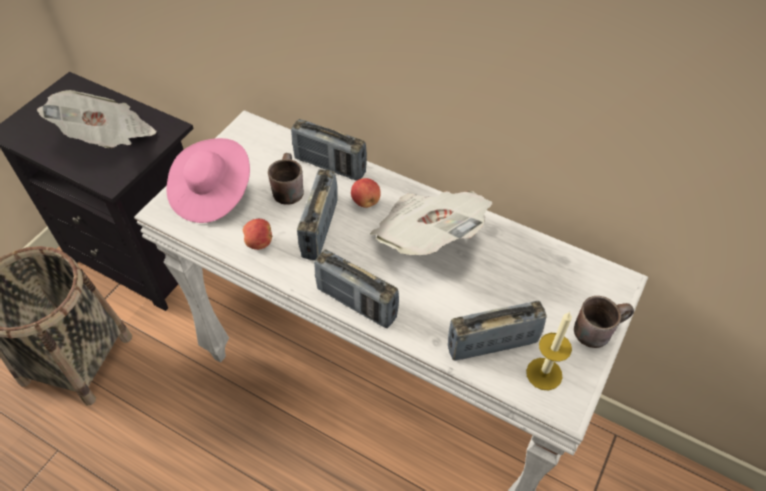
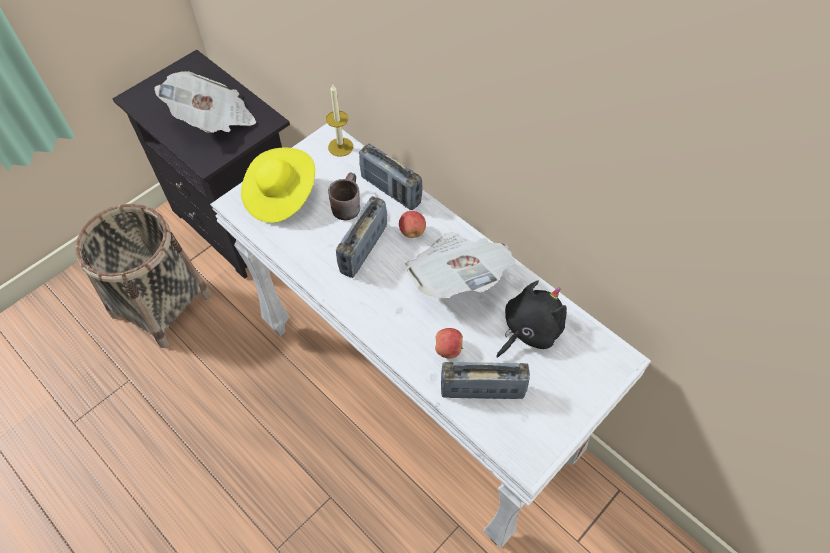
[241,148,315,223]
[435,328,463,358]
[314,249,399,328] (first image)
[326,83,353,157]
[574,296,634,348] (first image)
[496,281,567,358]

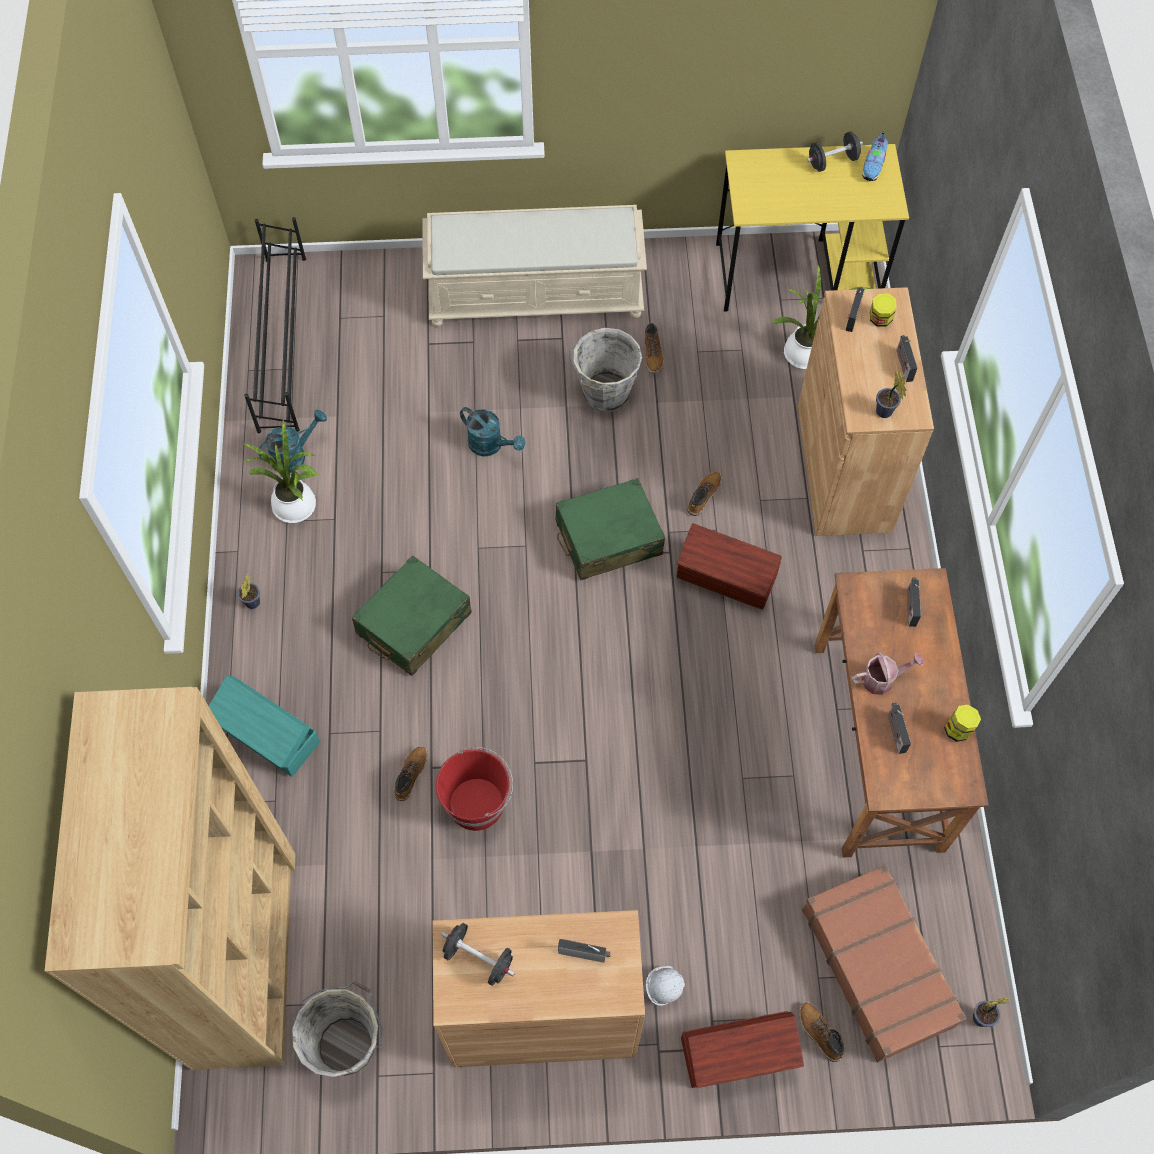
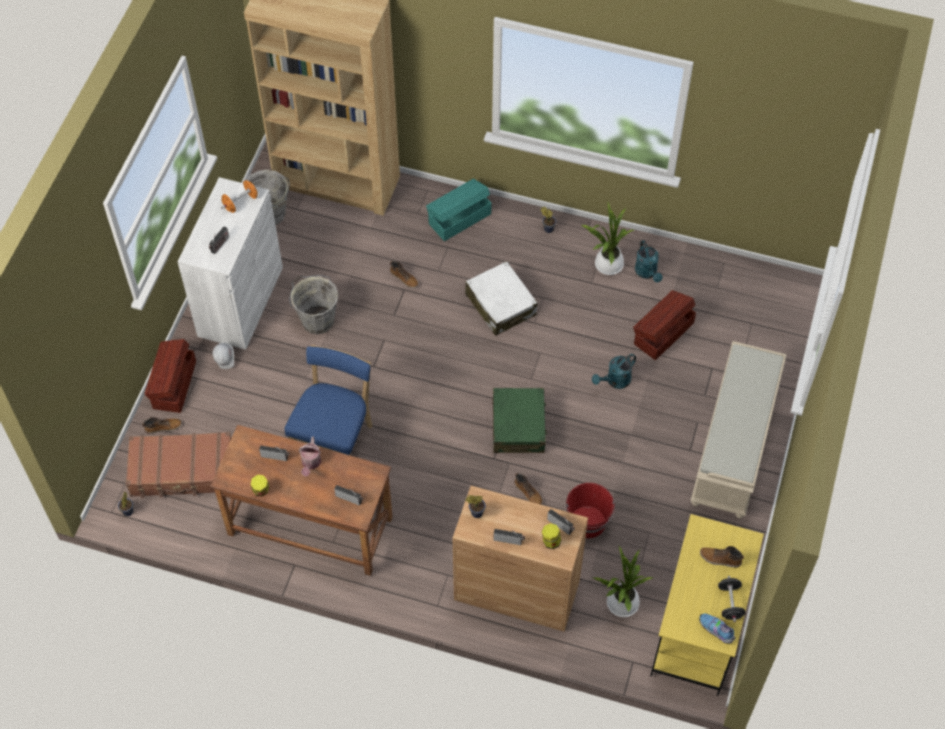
[244,217,306,433] (first image)
[465,261,538,336]
[177,177,283,350]
[566,483,615,538]
[221,180,258,213]
[289,275,339,334]
[700,546,744,568]
[633,290,696,360]
[285,345,372,456]

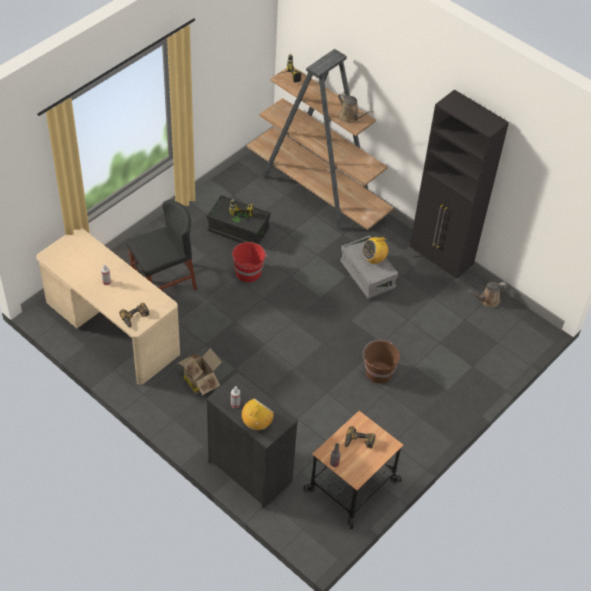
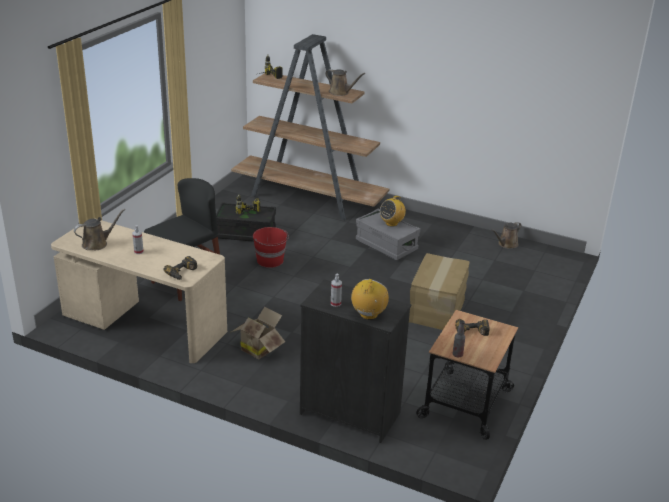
[409,253,470,330]
[410,89,509,285] (first image)
[74,209,125,250]

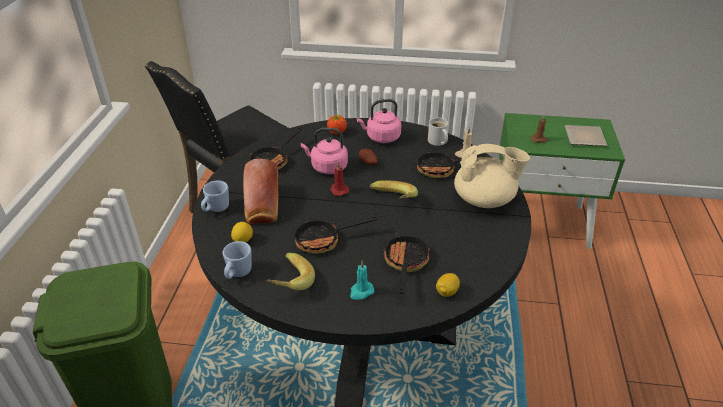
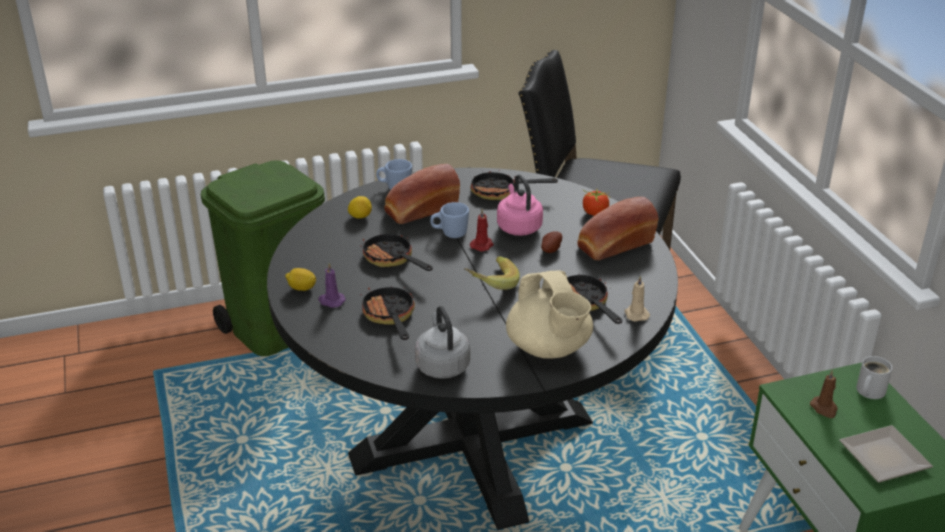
[430,202,469,238]
[267,253,315,290] (first image)
[318,263,346,308]
[577,197,658,260]
[360,286,415,340]
[856,356,893,399]
[285,268,316,291]
[415,306,470,379]

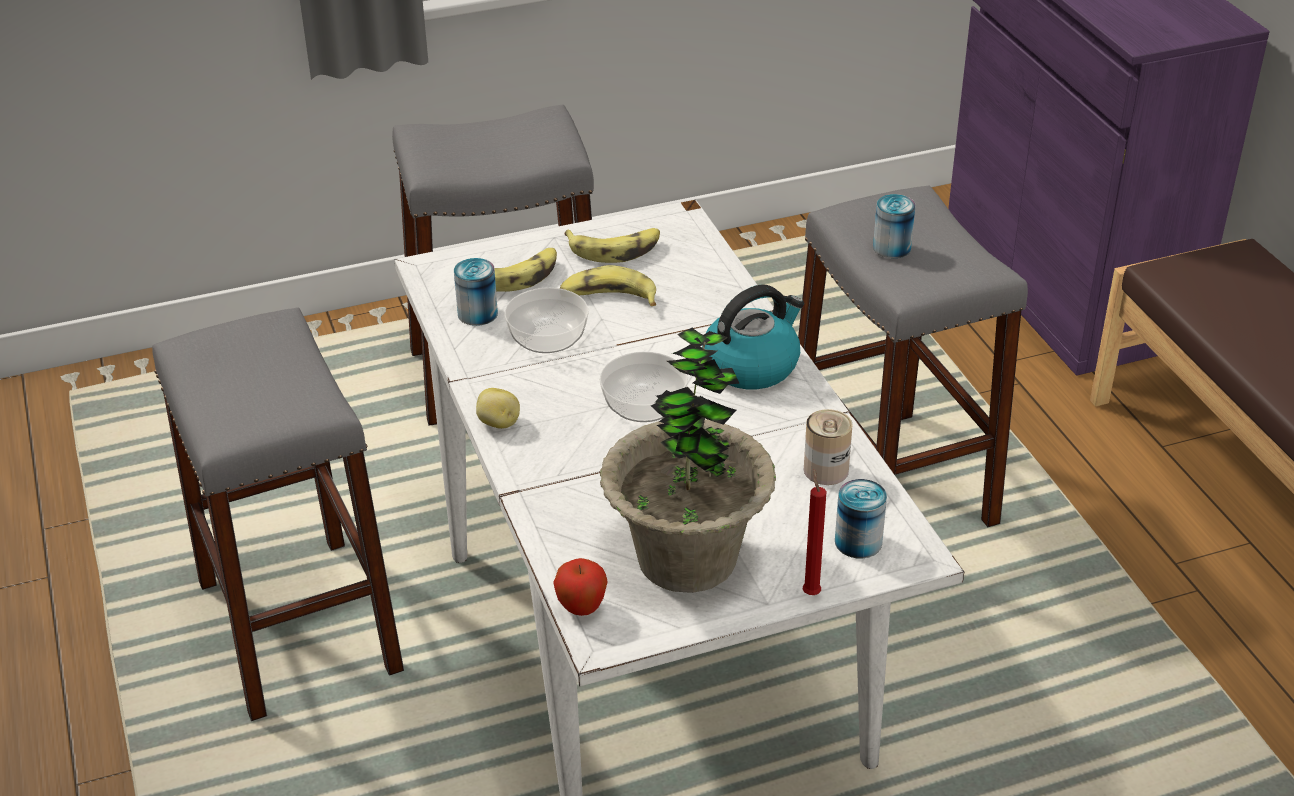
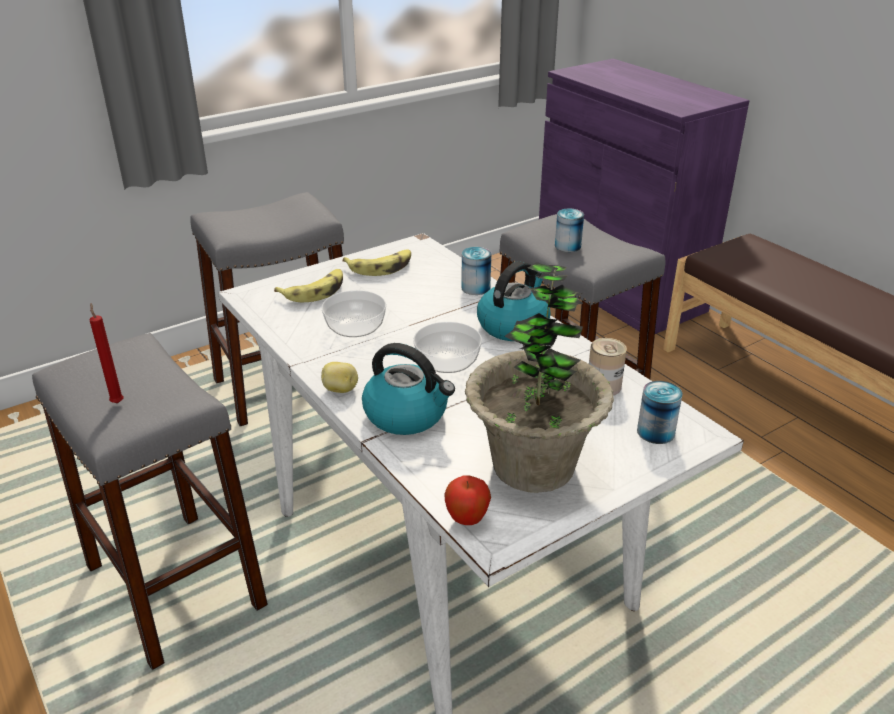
[461,247,491,295]
[560,265,656,306] (first image)
[90,303,124,403]
[362,343,455,435]

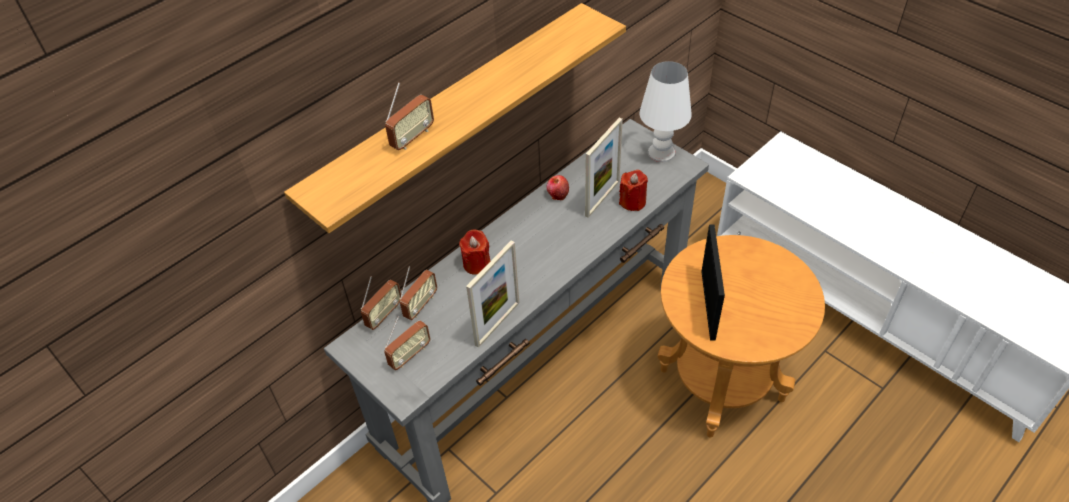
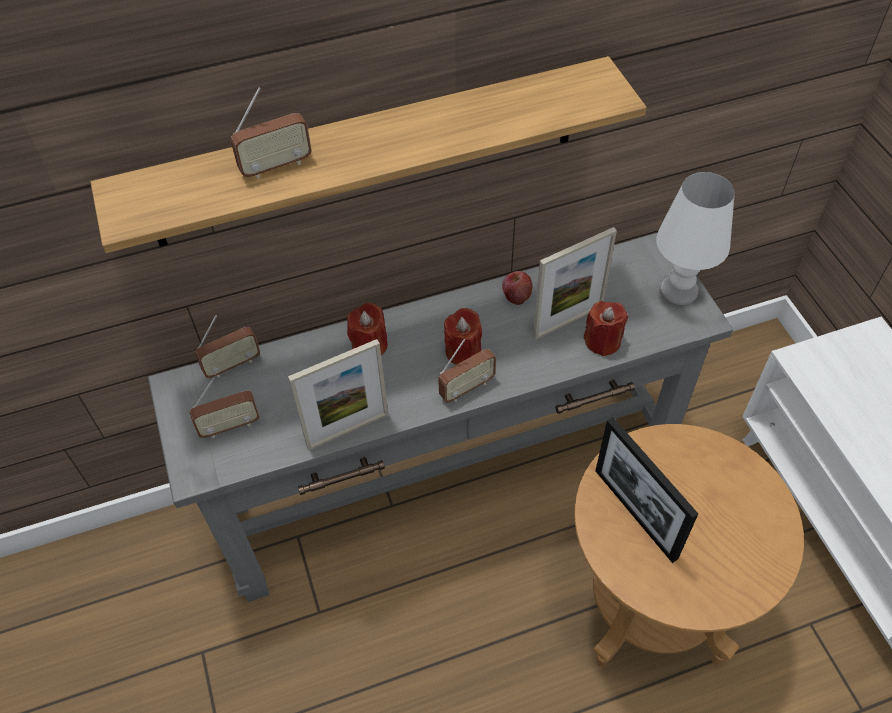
[438,339,496,403]
[595,417,698,563]
[444,308,482,365]

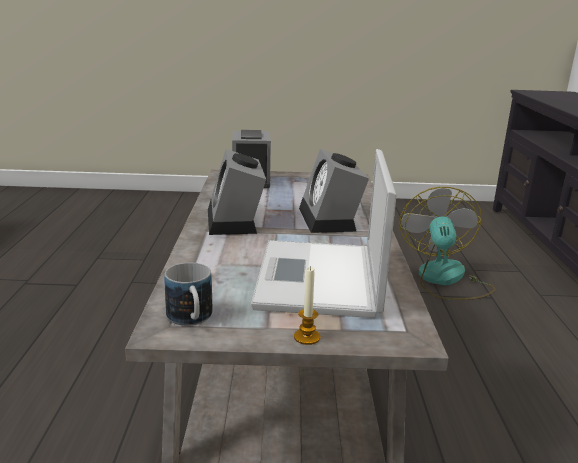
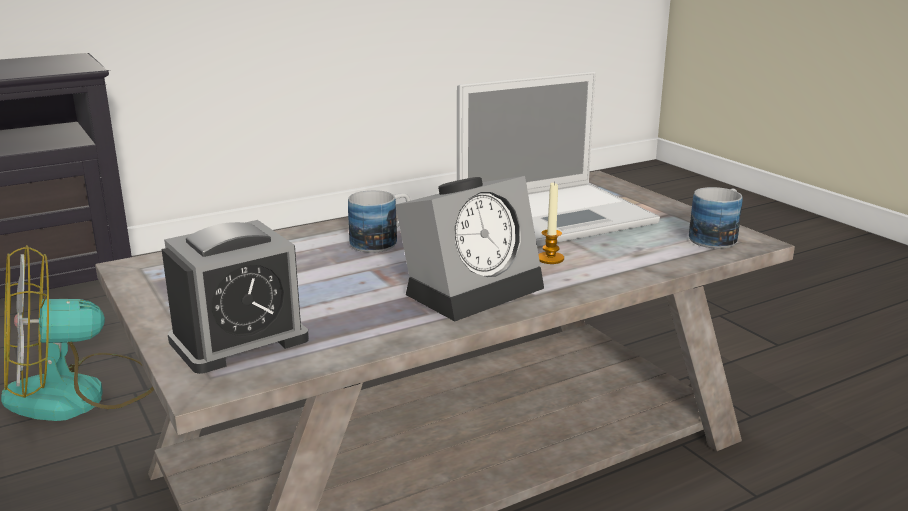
[538,183,564,264]
[348,190,410,253]

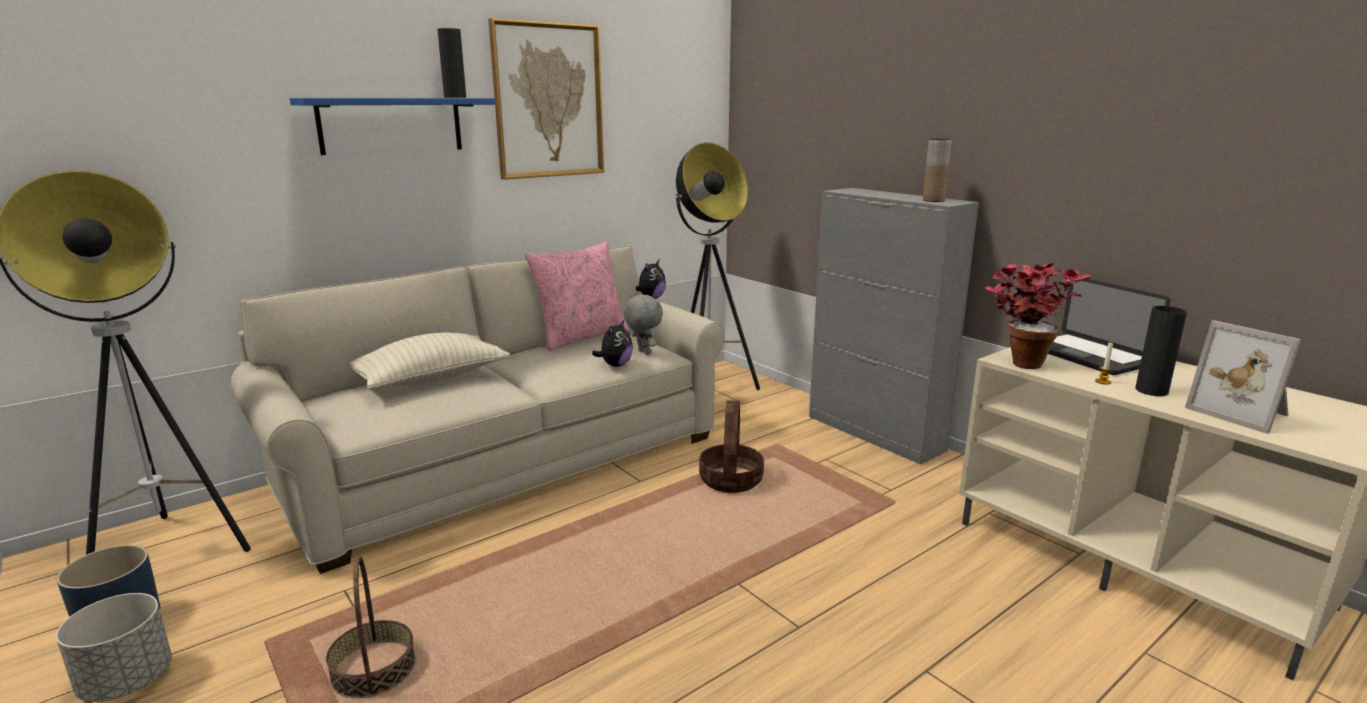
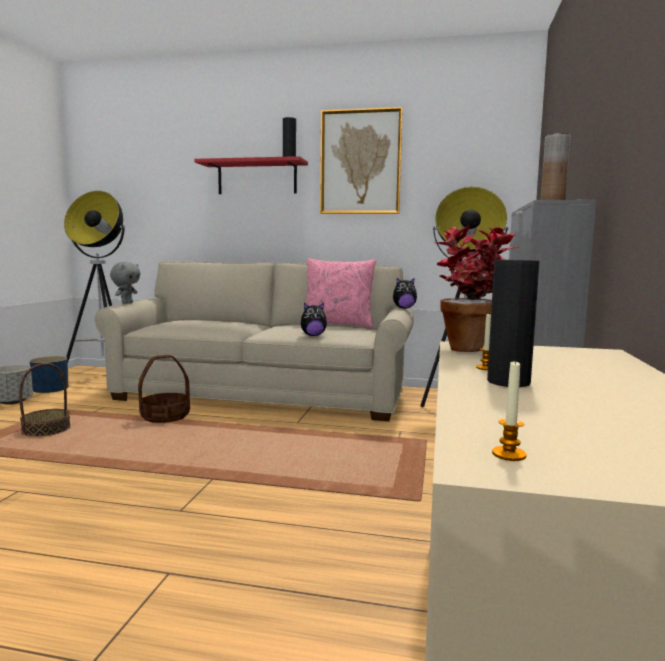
[194,156,308,194]
[349,332,511,389] (first image)
[110,262,140,304]
[138,355,190,423]
[1048,279,1171,375] (first image)
[1185,320,1301,434] (first image)
[492,359,527,461]

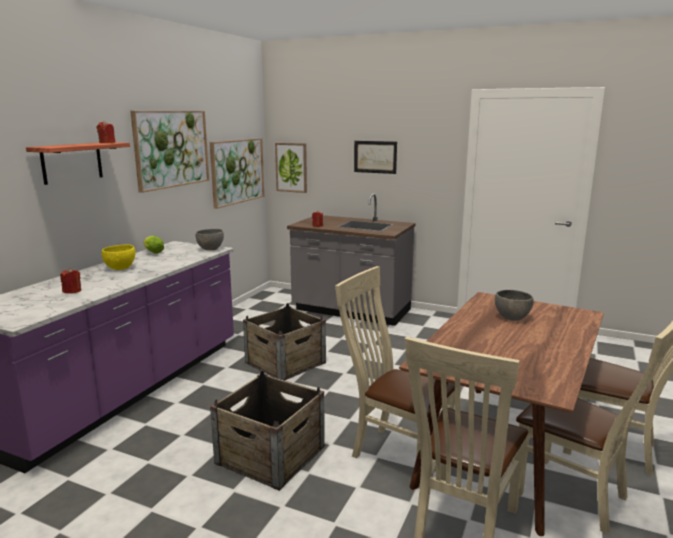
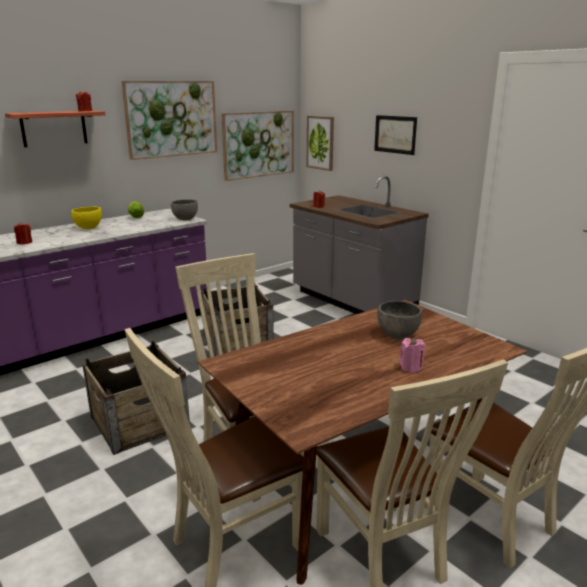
[399,337,426,373]

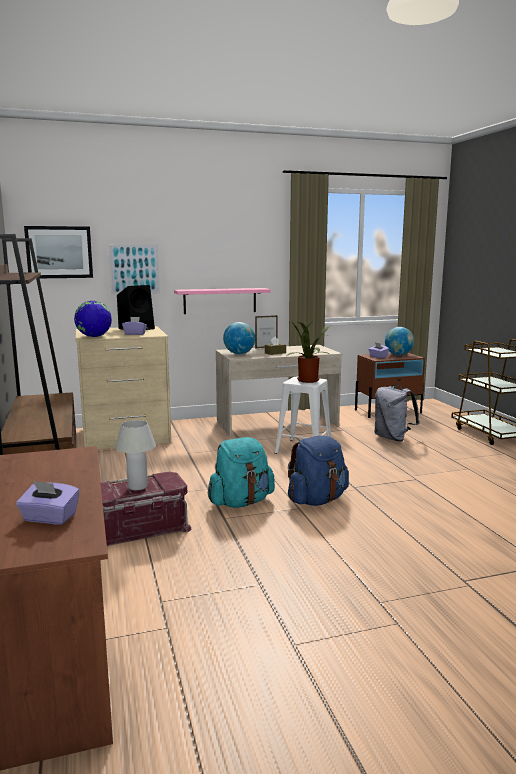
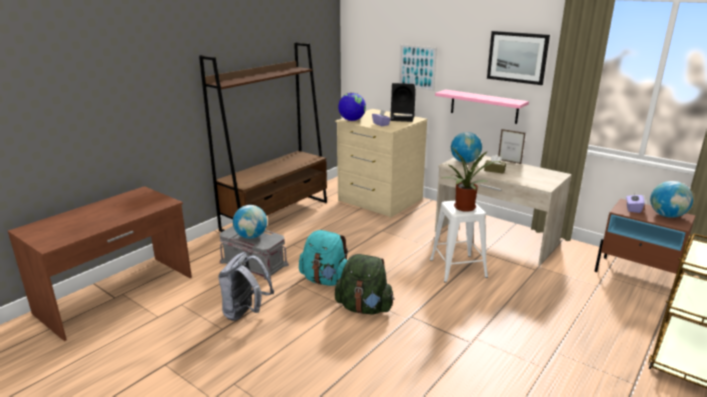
[16,481,80,525] (first image)
[487,31,550,85]
[220,226,289,280]
[233,205,267,239]
[335,254,395,315]
[218,252,274,321]

